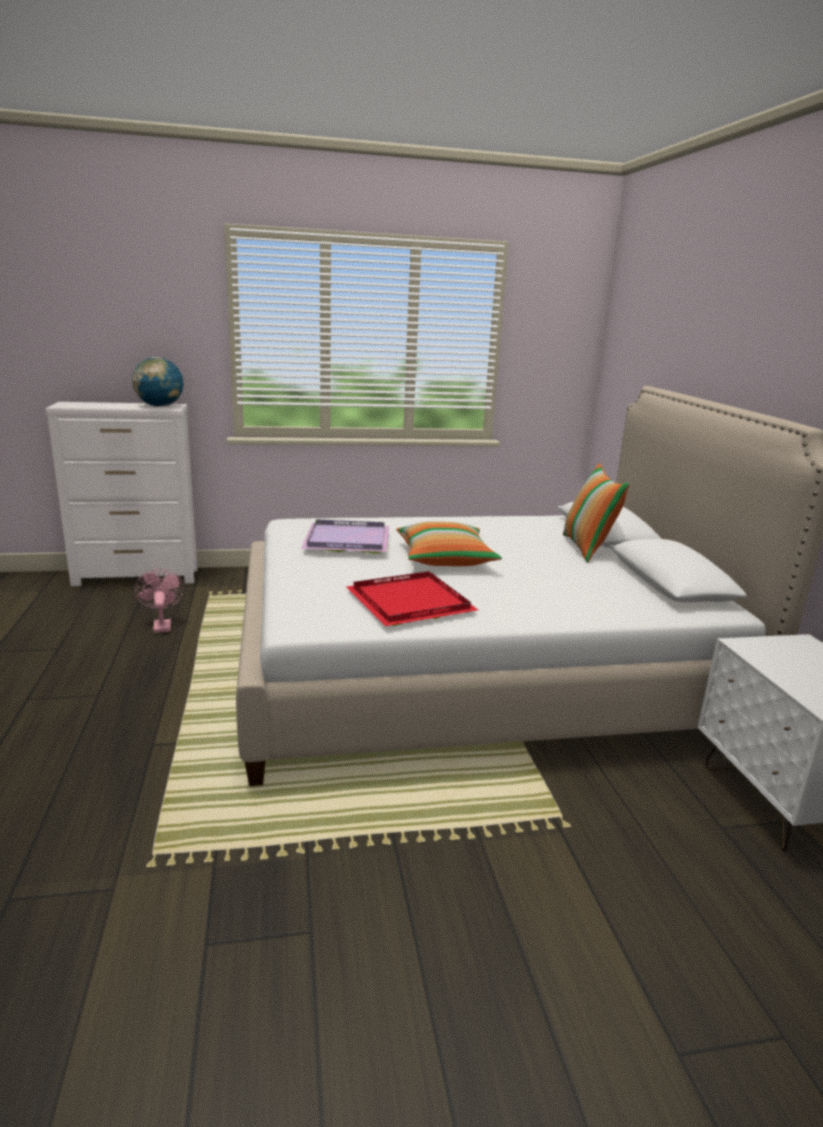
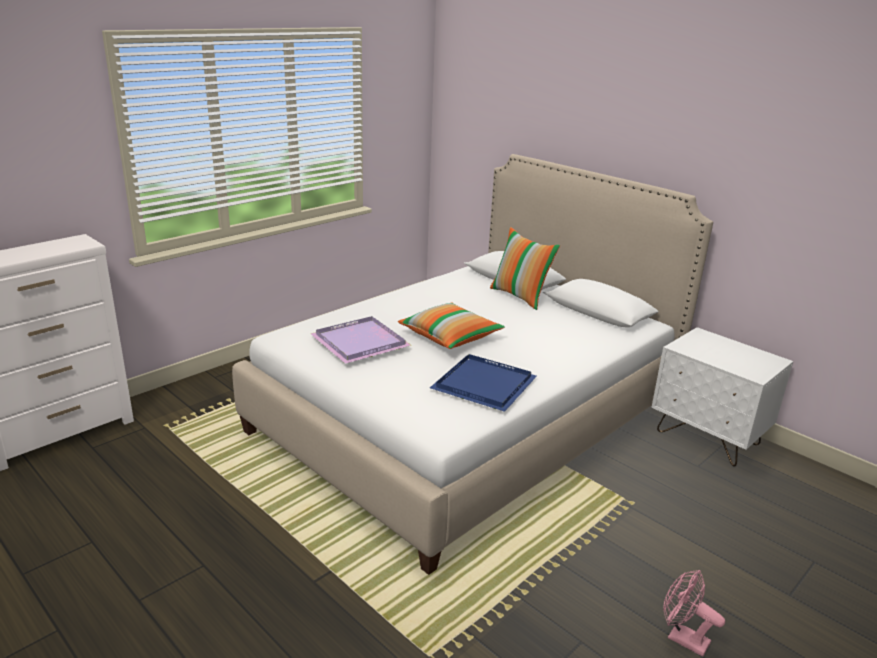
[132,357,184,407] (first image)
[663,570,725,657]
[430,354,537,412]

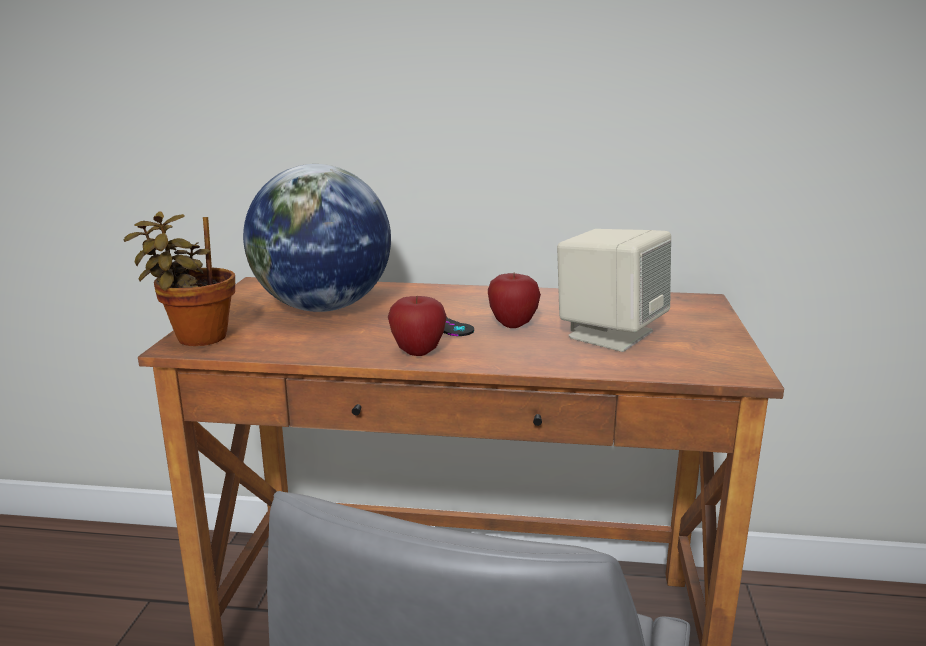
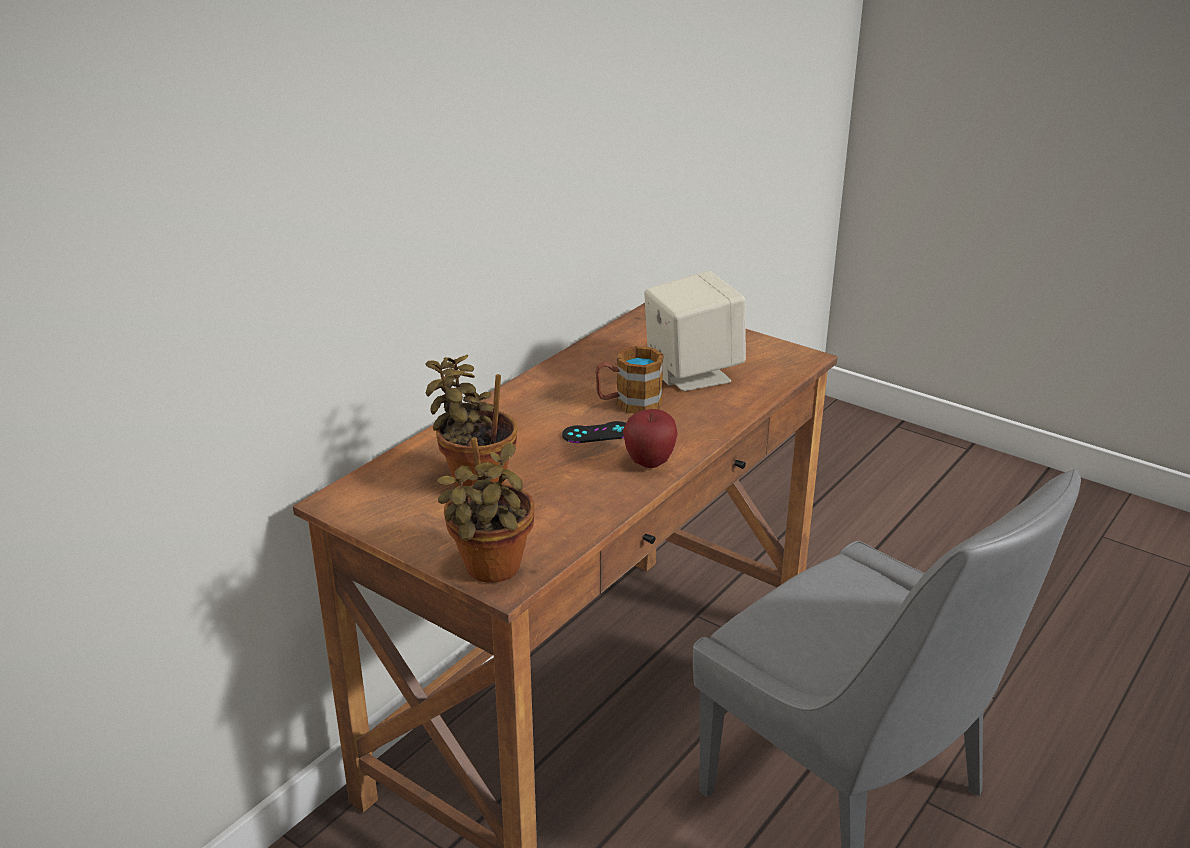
[425,355,517,487]
[595,346,664,413]

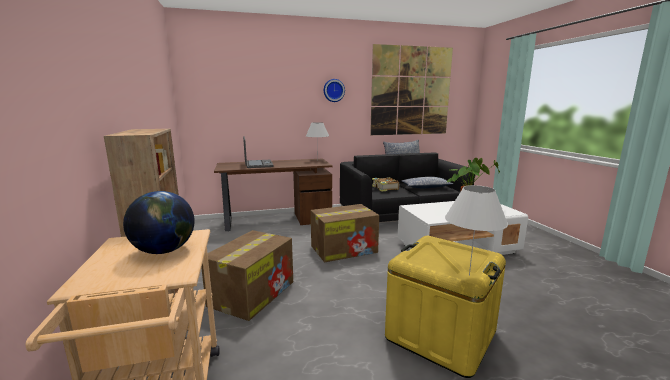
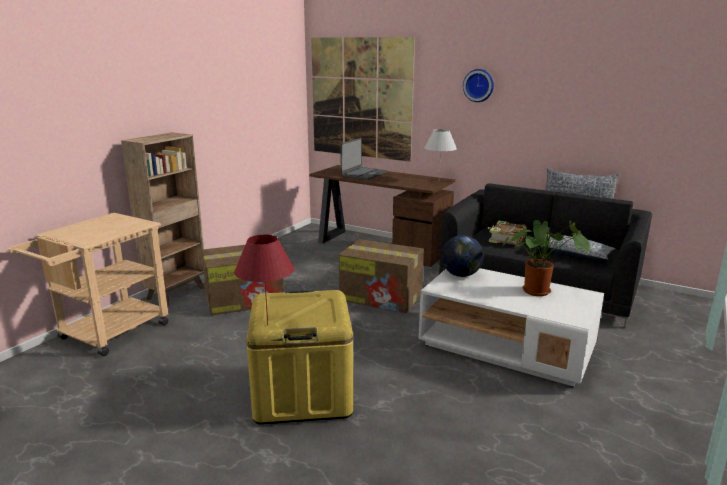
[441,235,484,277]
[311,37,415,162]
[234,234,294,325]

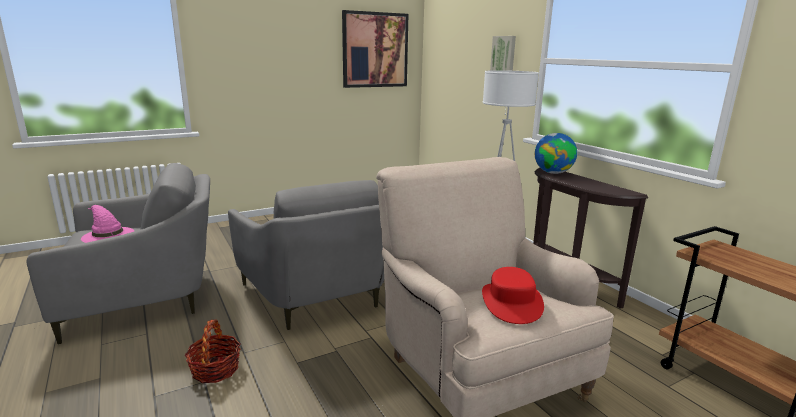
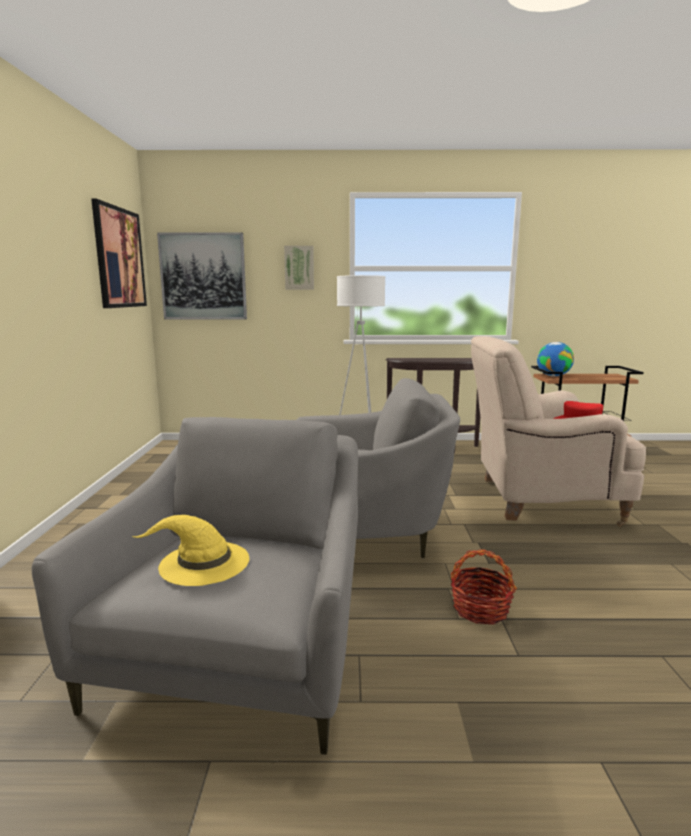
[132,515,249,586]
[537,342,574,377]
[157,233,247,319]

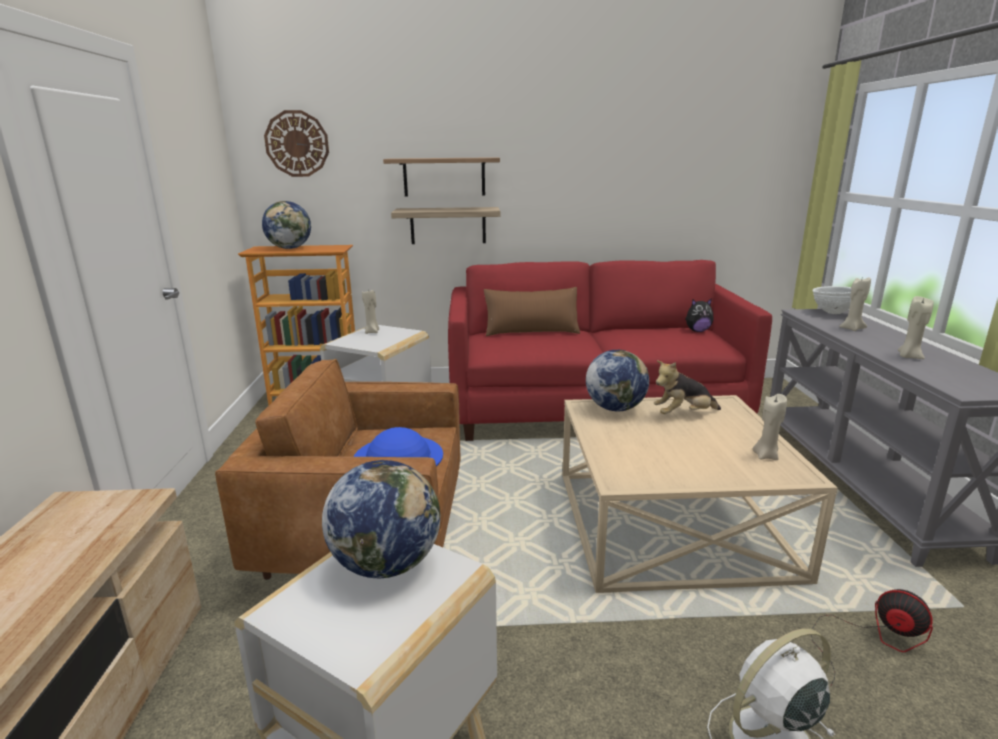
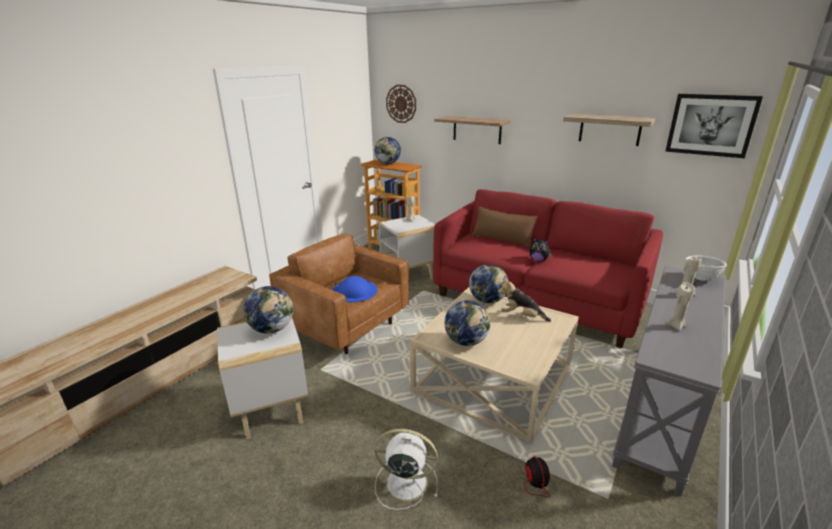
[563,114,656,146]
[530,238,552,262]
[753,394,787,460] (first image)
[444,300,490,346]
[665,94,763,158]

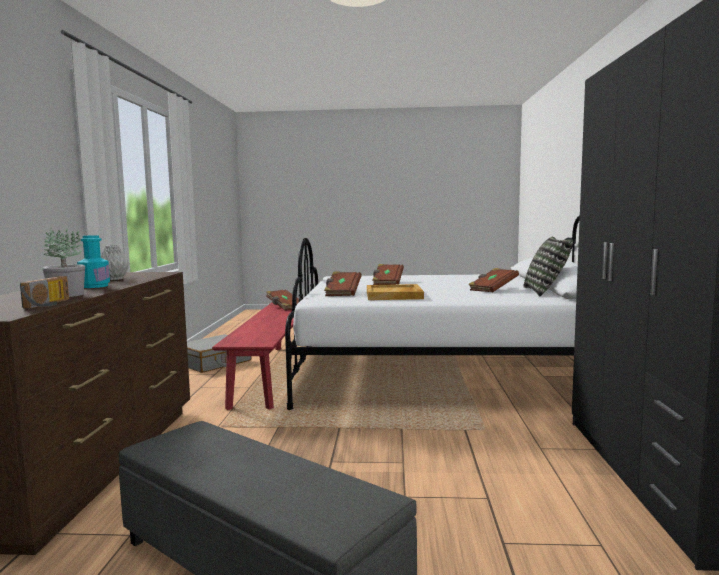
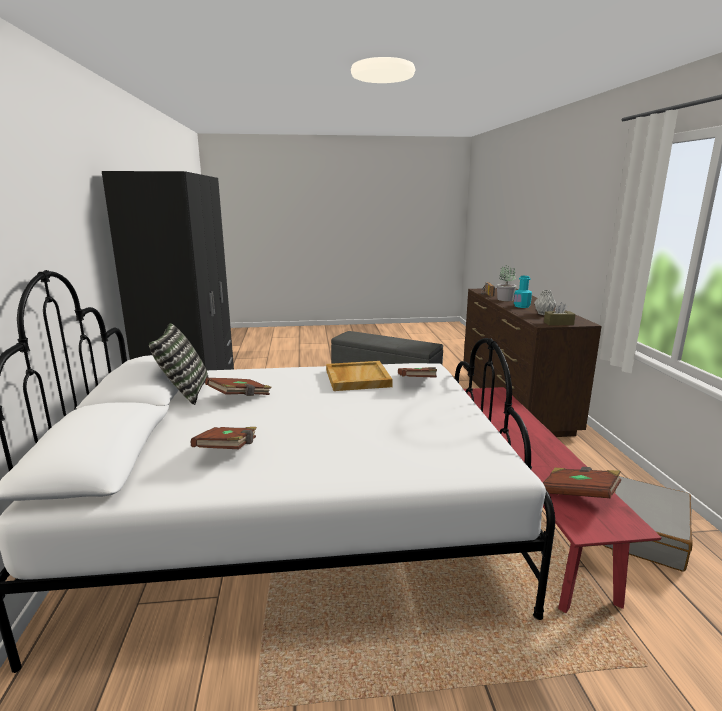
[190,427,257,449]
[544,302,576,325]

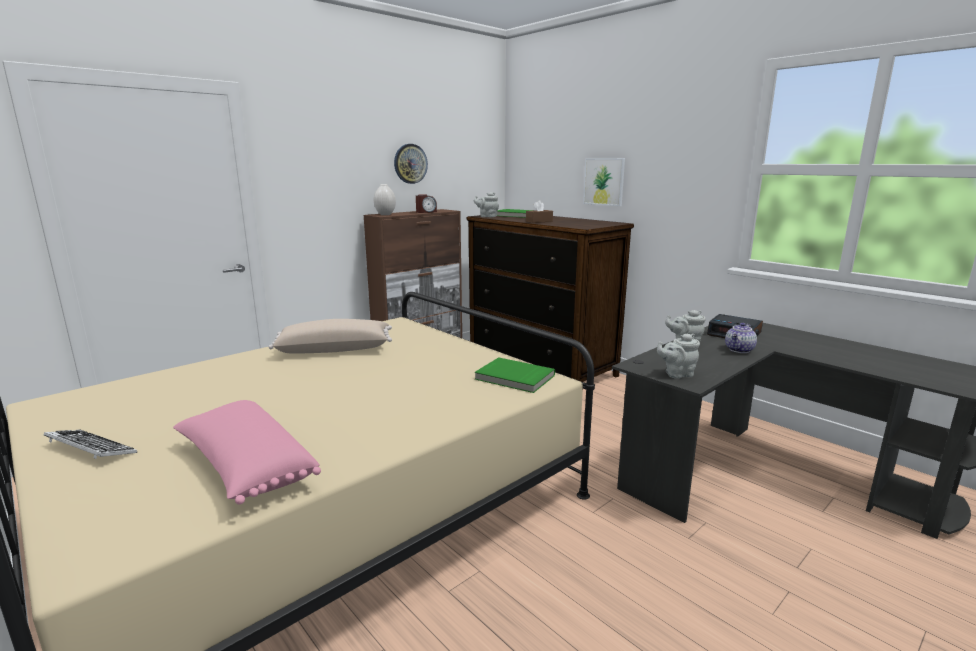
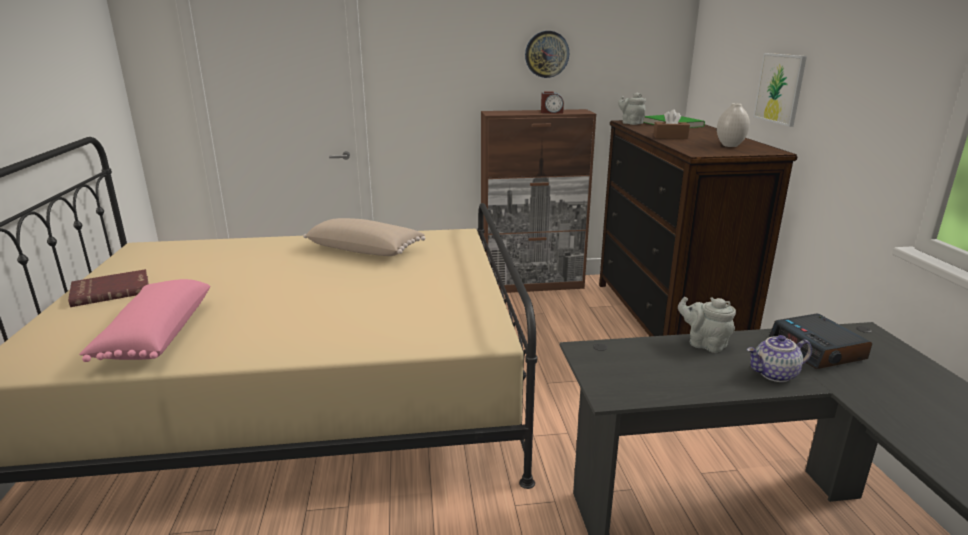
[68,269,148,307]
[717,103,750,147]
[475,357,555,393] (first image)
[657,333,700,379] (first image)

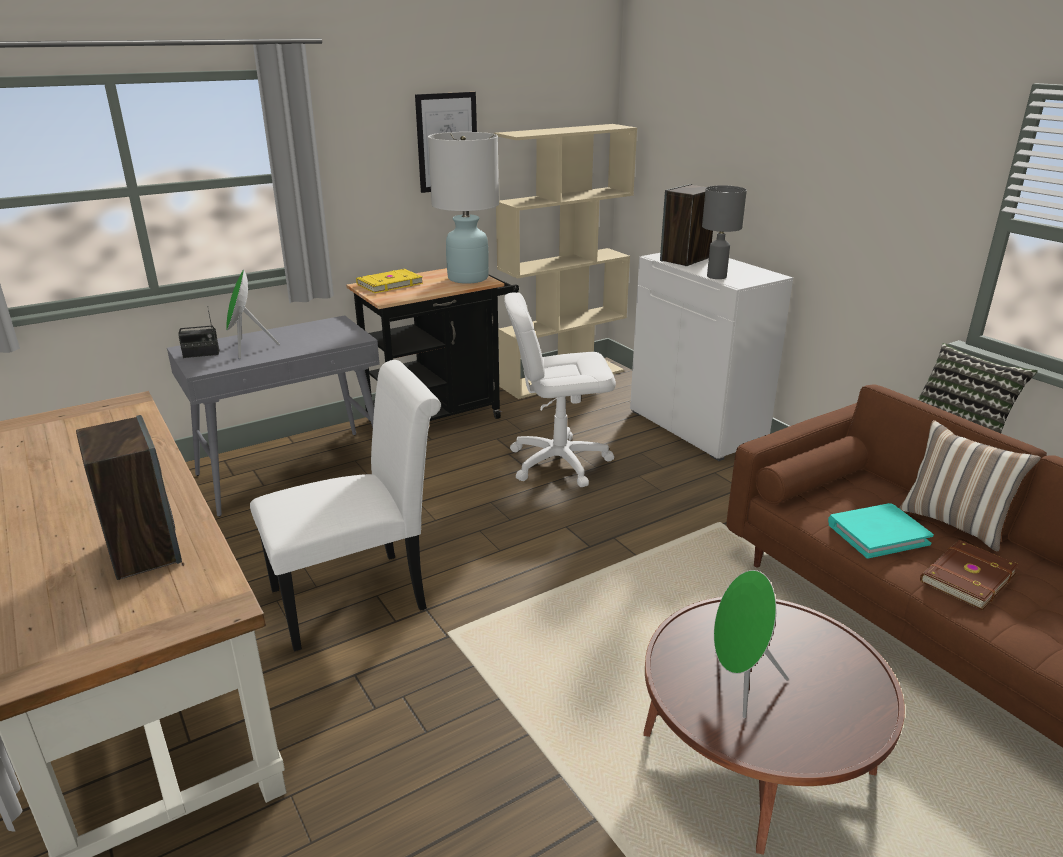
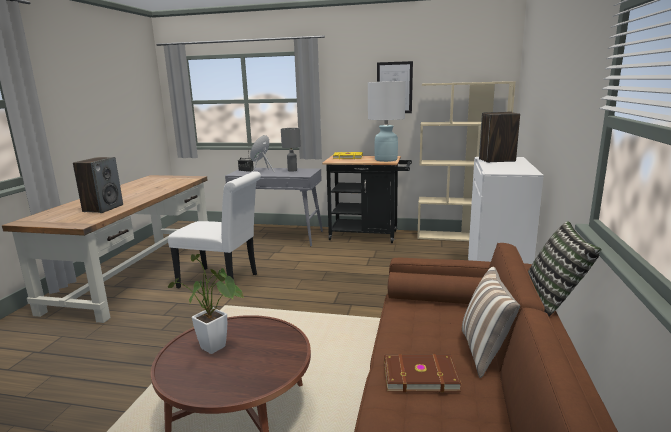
[504,293,616,487] (first image)
[281,128,301,172]
[168,254,245,354]
[828,503,934,559] (first image)

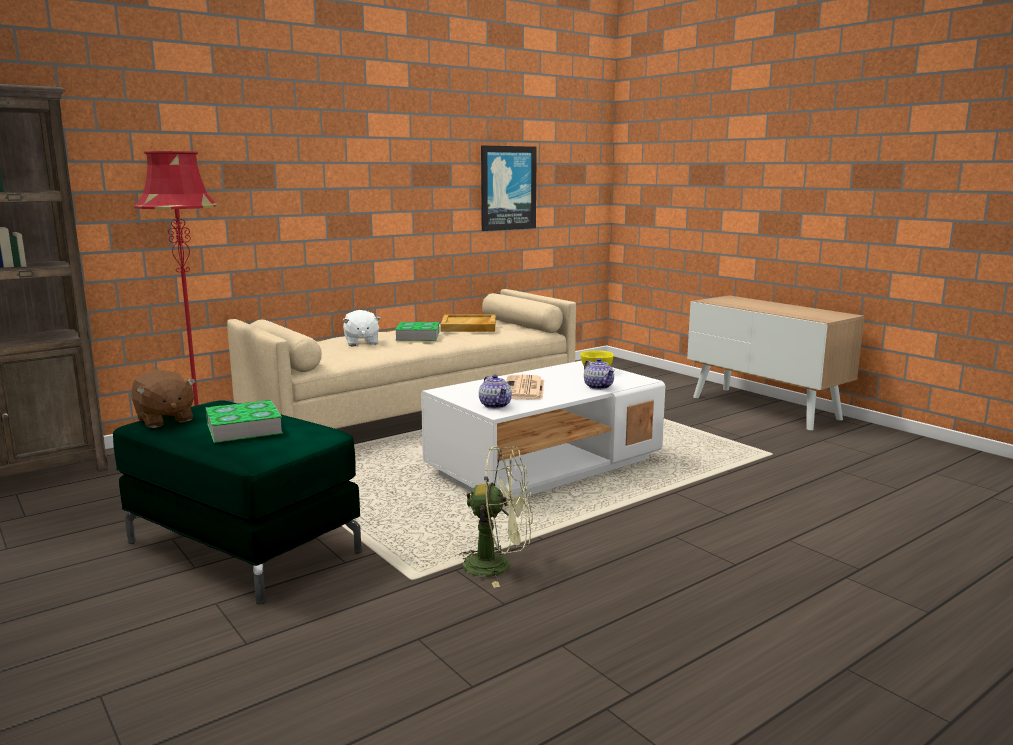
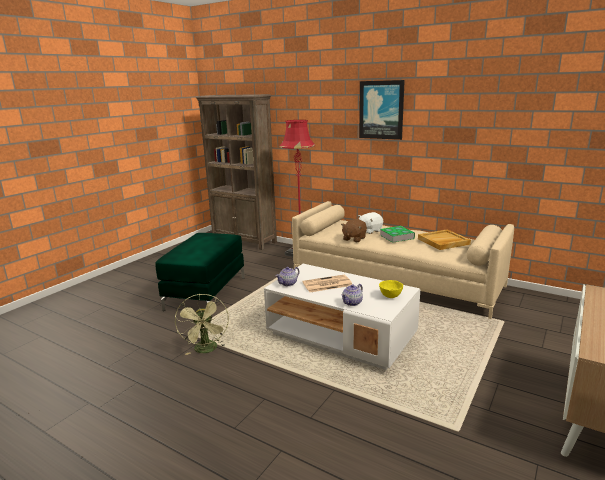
[341,219,367,242]
[206,400,283,443] (first image)
[359,80,405,140]

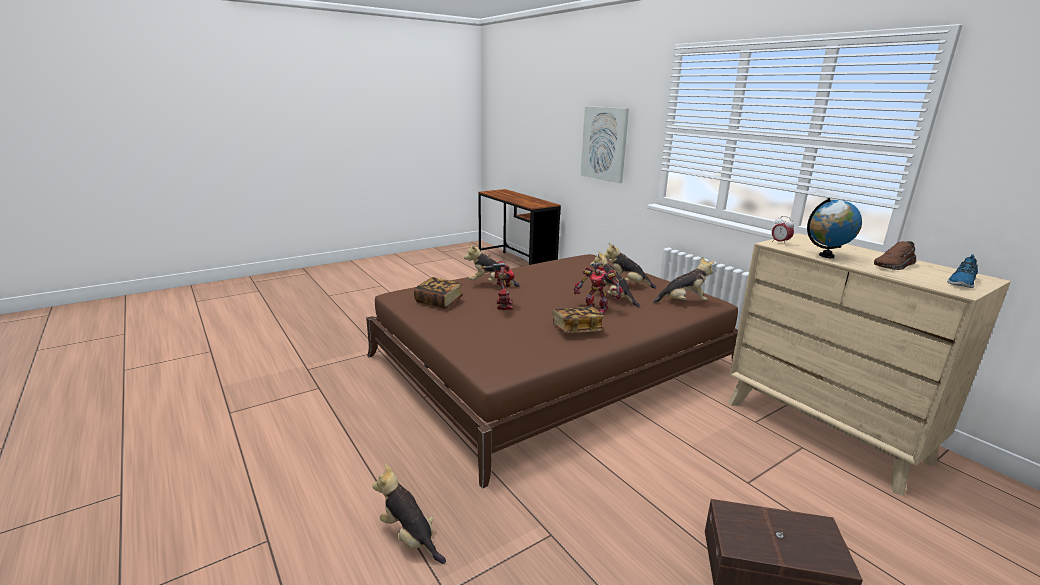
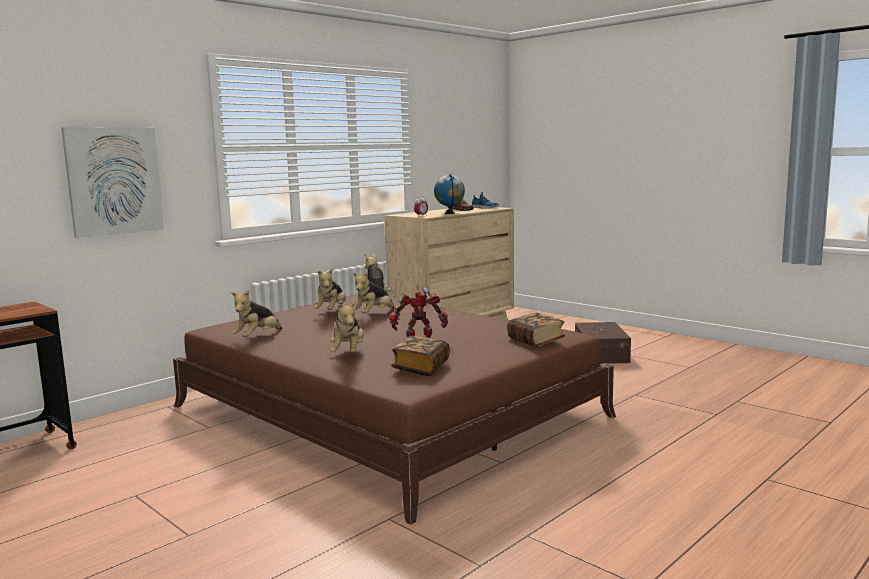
[231,290,282,337]
[507,313,566,347]
[574,263,623,314] (first image)

